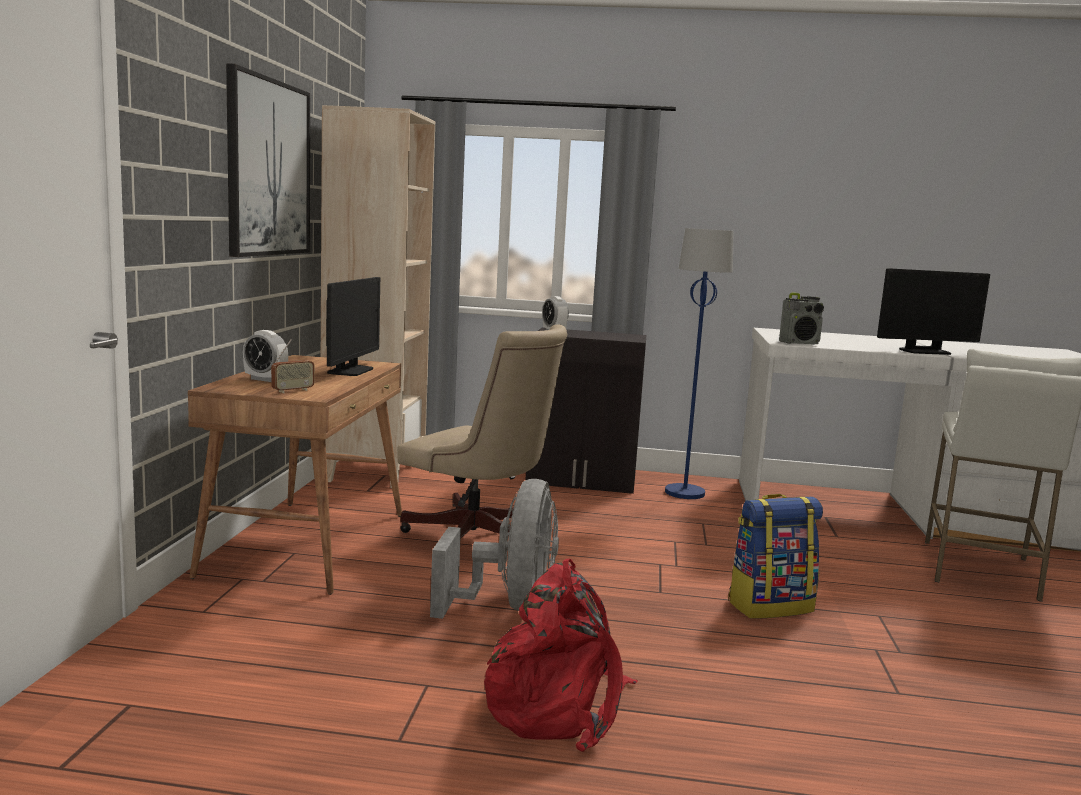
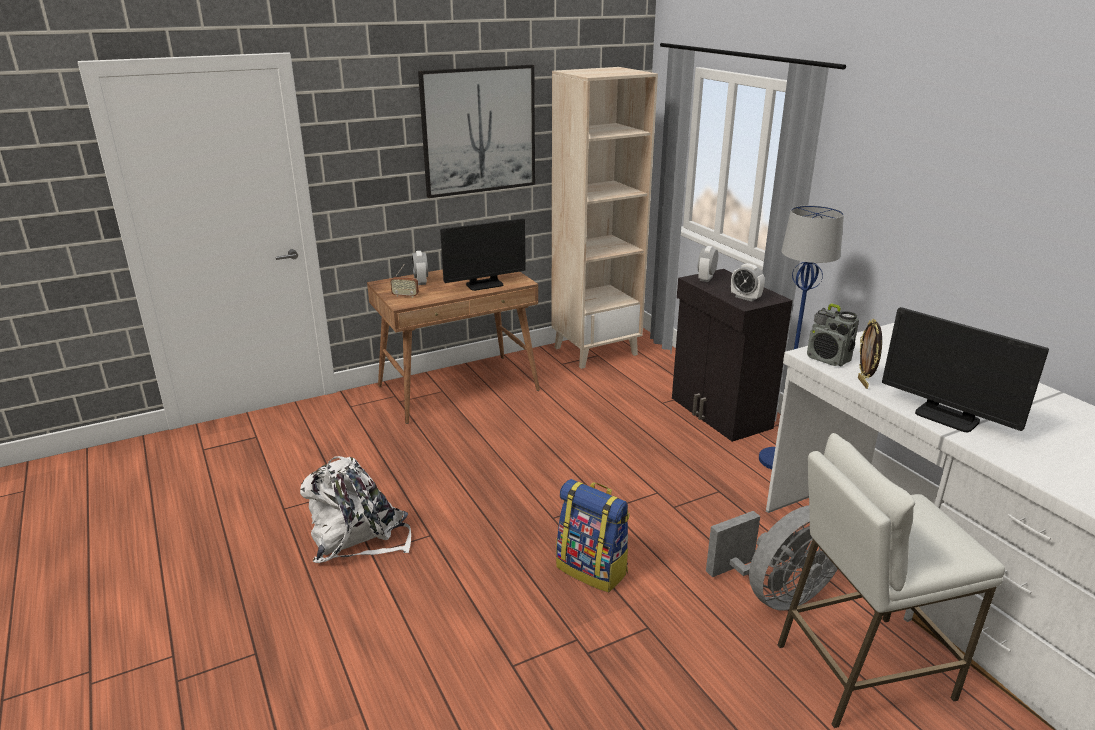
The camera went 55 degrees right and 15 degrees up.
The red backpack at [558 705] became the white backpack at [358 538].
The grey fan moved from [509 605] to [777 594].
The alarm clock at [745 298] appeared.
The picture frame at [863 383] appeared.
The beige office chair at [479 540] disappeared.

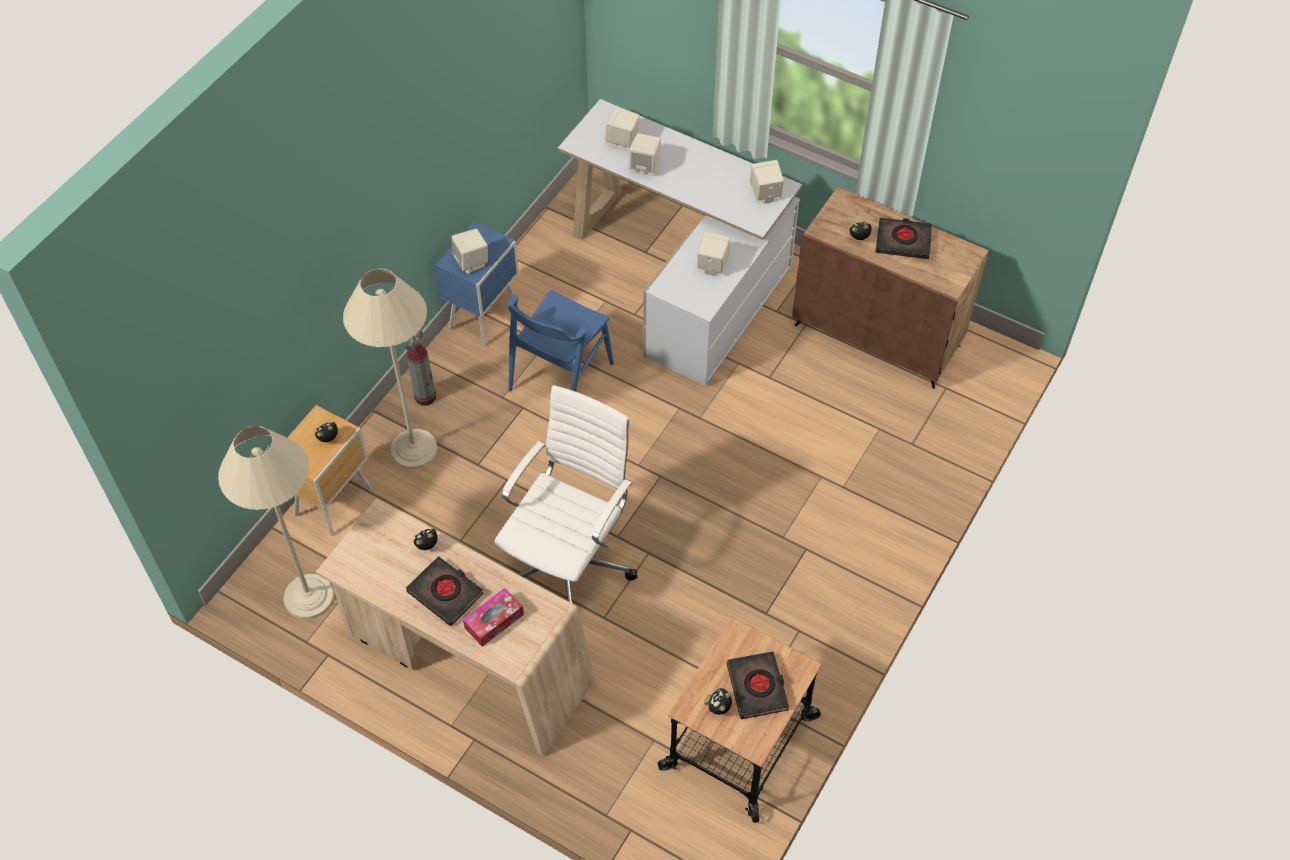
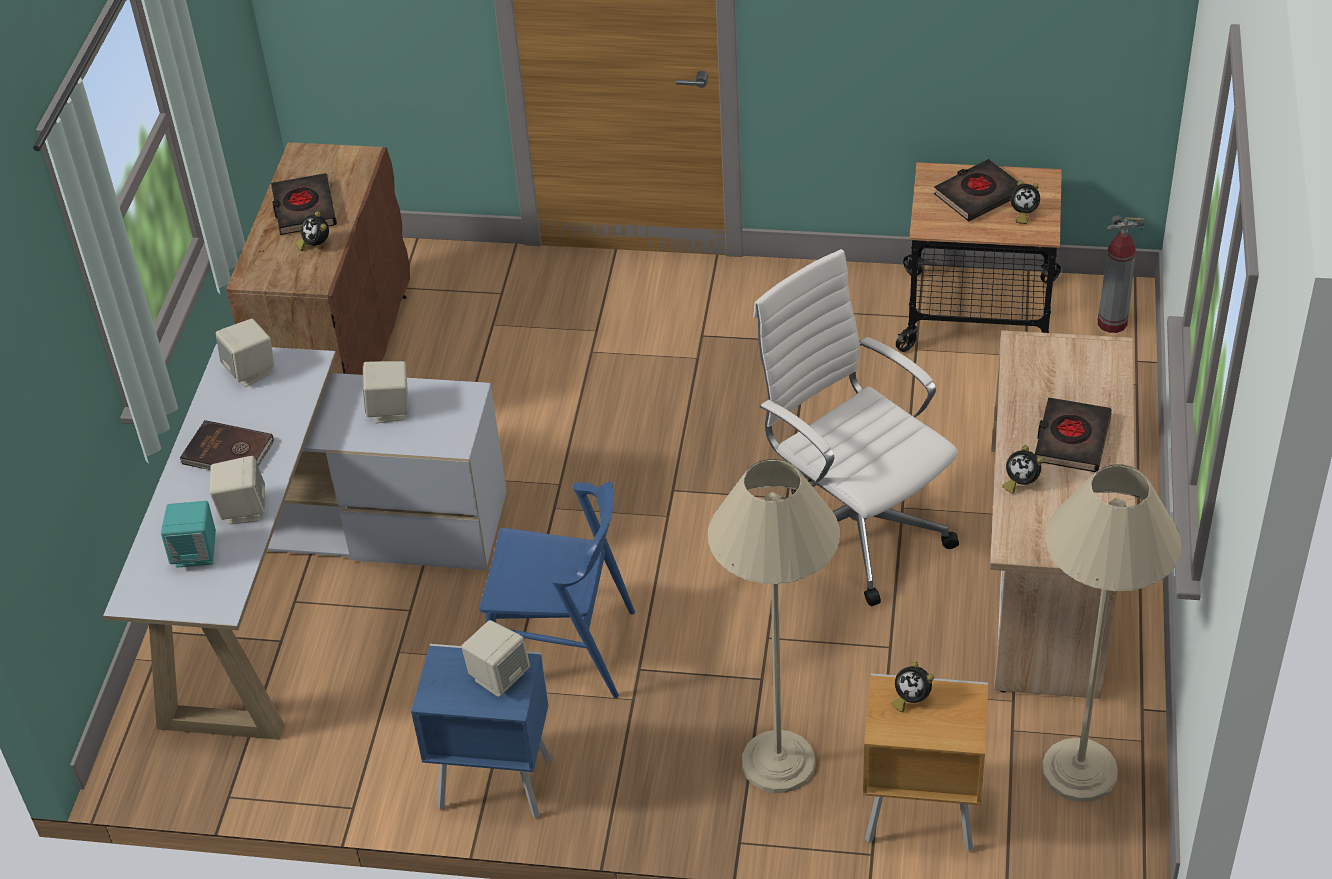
The camera went 110 degrees left and 10 degrees down.
The beige speaker at [622 141] became the turquoise speaker at [196 553].
The brown book at [228 453] appeared.
The white office chair at [569 563] turned 45 degrees clockwise.
The fire extinguisher moved from [425 396] to [1111 323].
The tissue box at [494 621] disappeared.

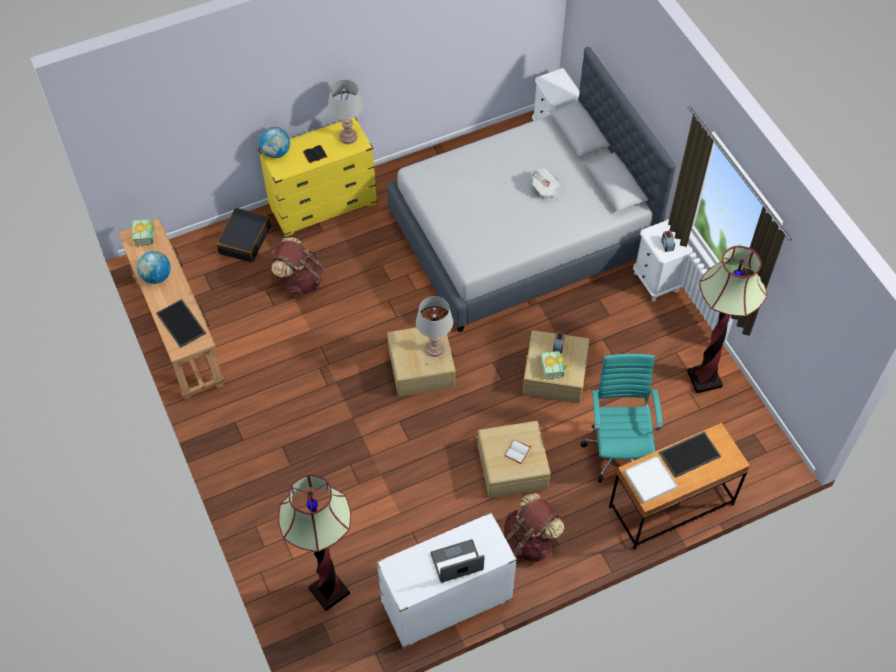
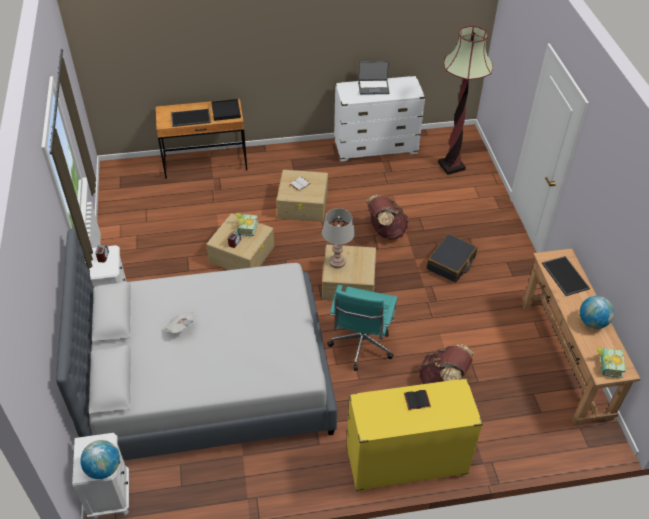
The camera went 165 degrees left and 10 degrees down.
The globe moved from [276 152] to [103 468].
The white tray at [650 480] became the black tray at [226 111].
The turquoise office chair moved from [618 450] to [361 347].
The brown backpack moved from [529 540] to [385 231].
The black suitcase moved from [244 240] to [451 263].
The grey table lamp at [348 137] disappeared.
The floor lamp at [704 379] disappeared.

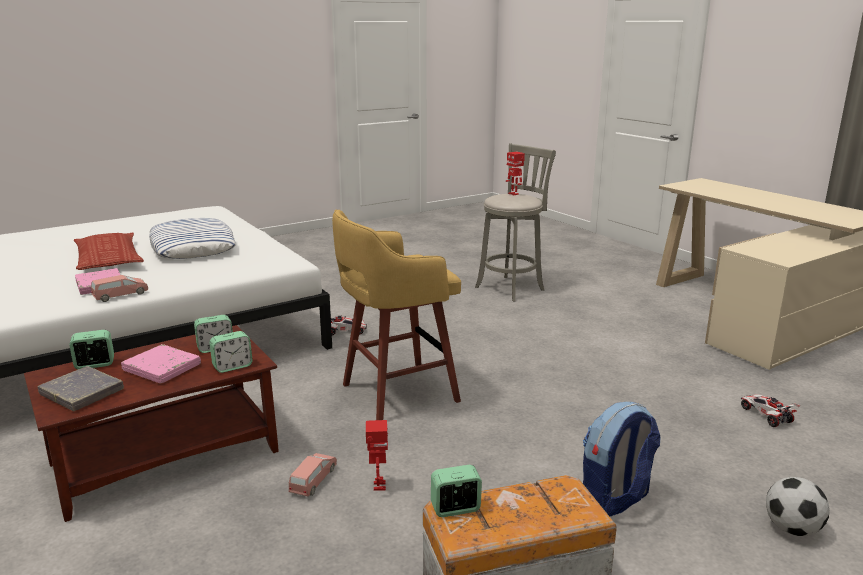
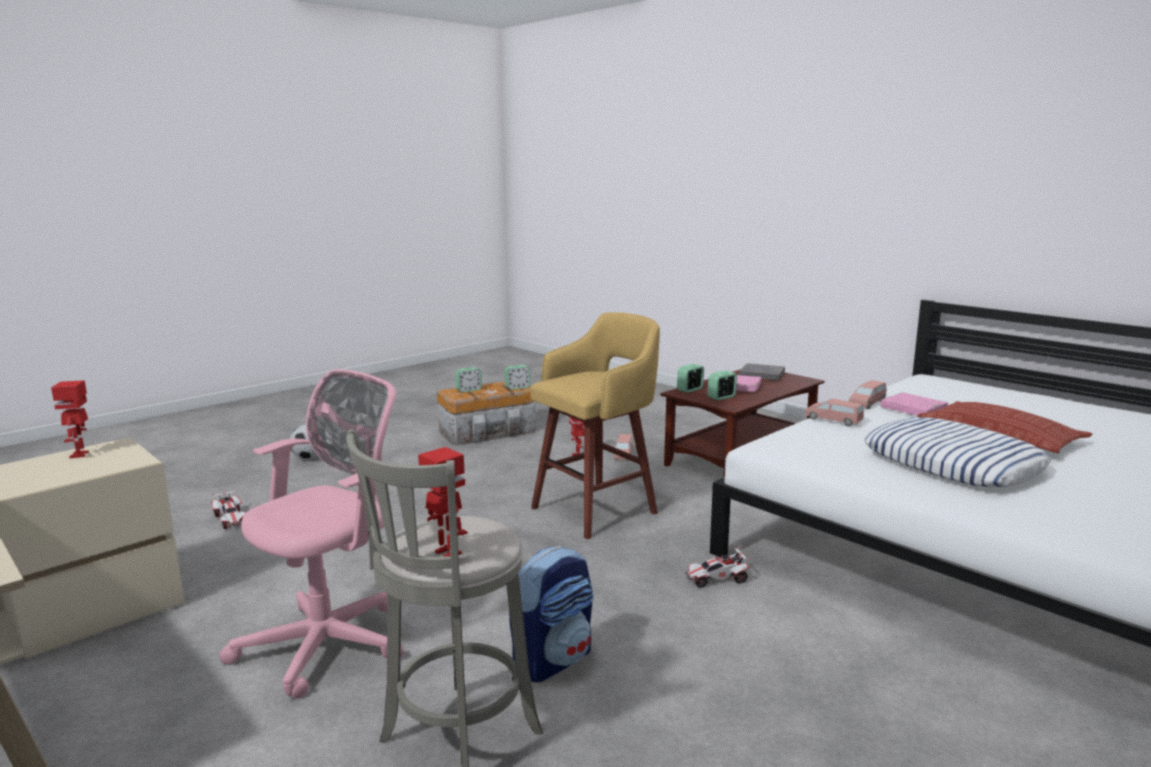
The camera went 170 degrees right and 5 degrees down.
The toy robot at [80 455] appeared.
The pink office chair at [331 642] appeared.
The alarm clock moved from [95 364] to [469 390].
The backpack moved from [614 500] to [552 660].
The pink toy car at [833 420] appeared.

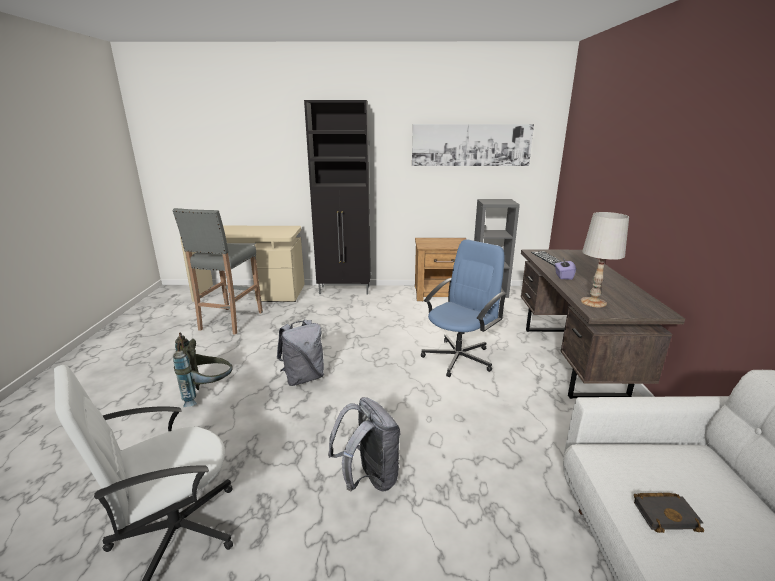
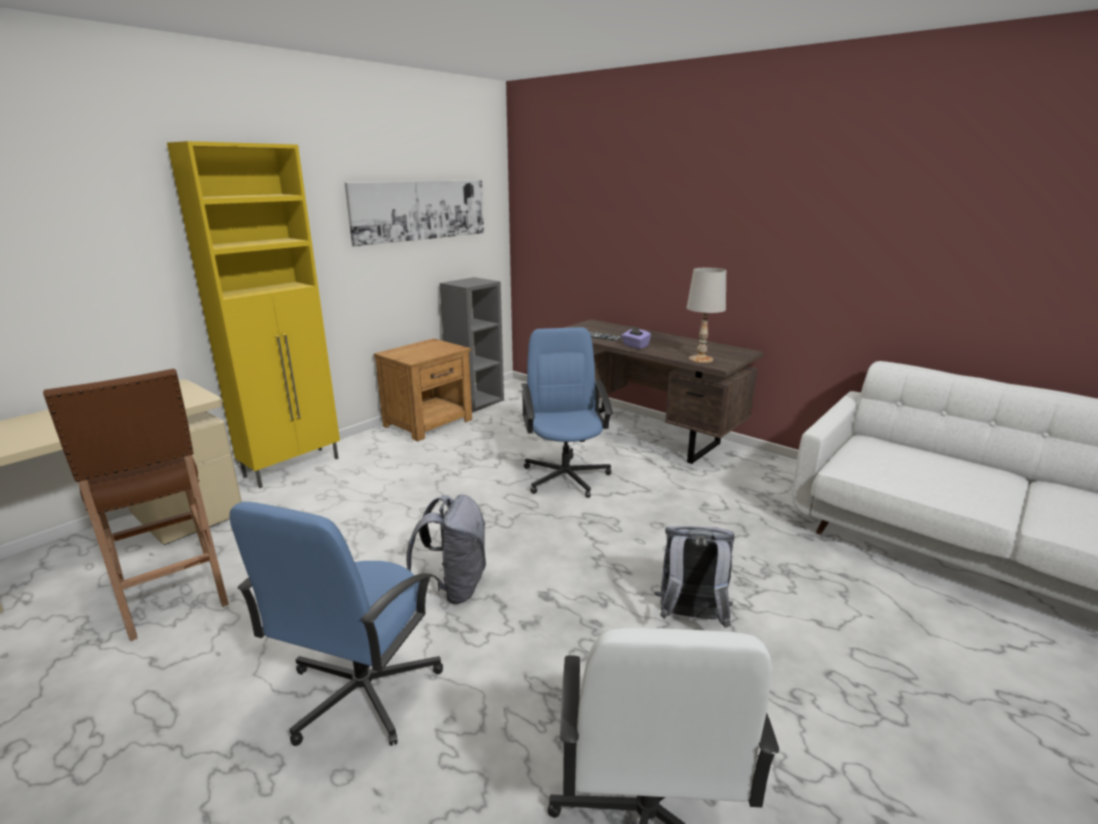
The camera went 50 degrees left and 0 degrees up.
The grey stool at [230 321] became the brown stool at [173 595].
The black cabinet at [345 290] became the yellow cabinet at [294 467].
The grey backpack at [208 393] was replaced by the blue office chair at [361 692].
The black book at [666 514] disappeared.

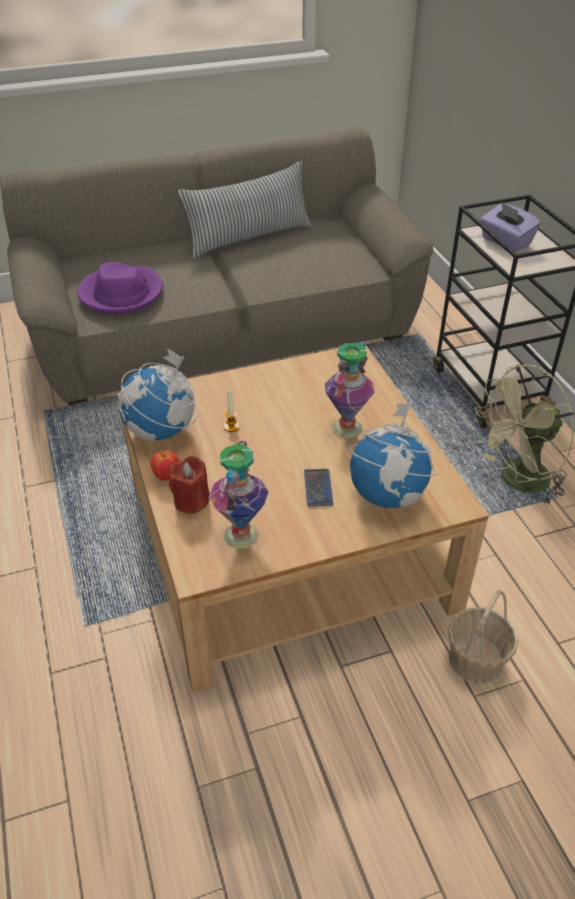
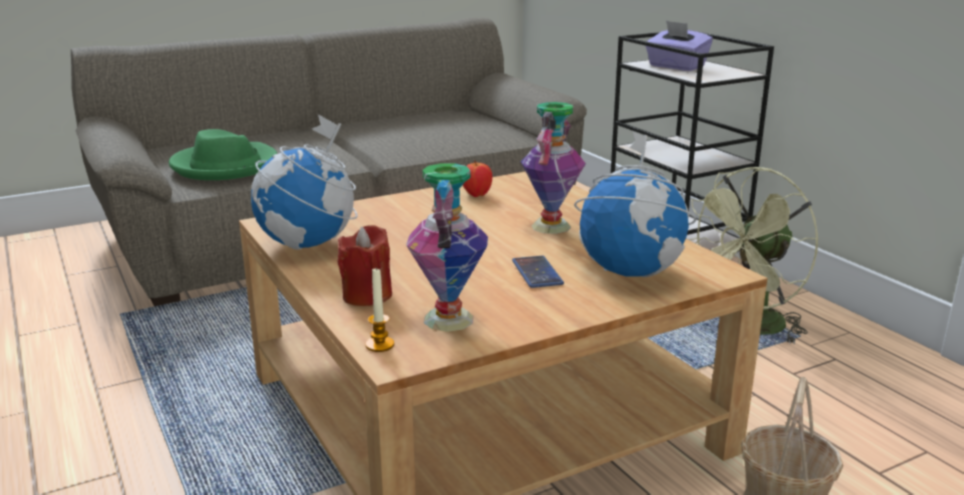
The camera went 10 degrees left and 20 degrees down.
The purple hat at [121 293] became the green hat at [224 166].
The candle moved from [231 426] to [379 345].
The apple moved from [166 476] to [476 195].
The pillow at [249 237] disappeared.

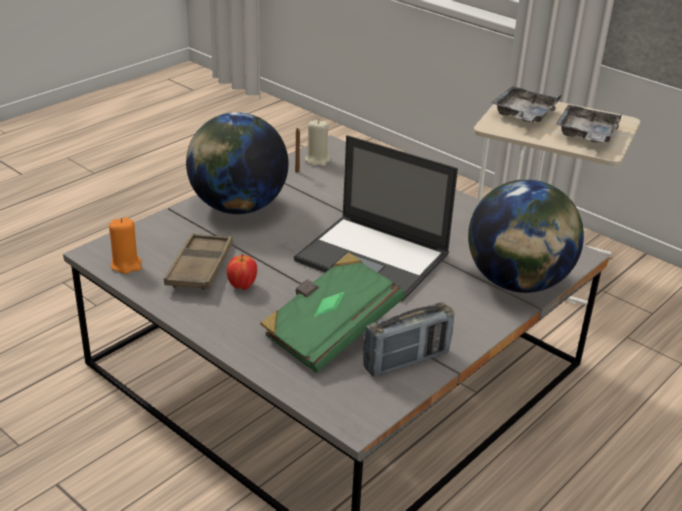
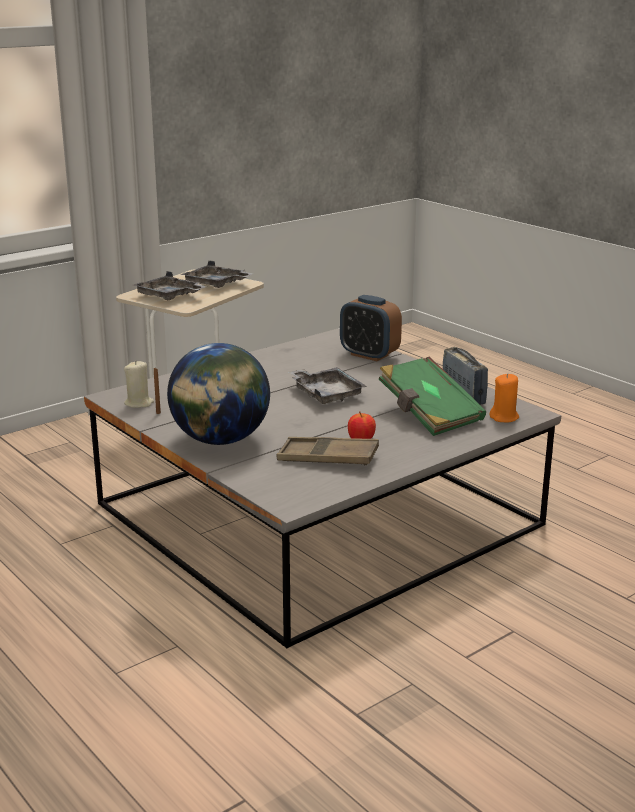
The camera went 80 degrees left and 10 degrees down.
The laptop at [374 258] was replaced by the grey tray at [326 394].
The globe at [517 283] was replaced by the alarm clock at [369 355].
The orange candle moved from [126 265] to [504 417].

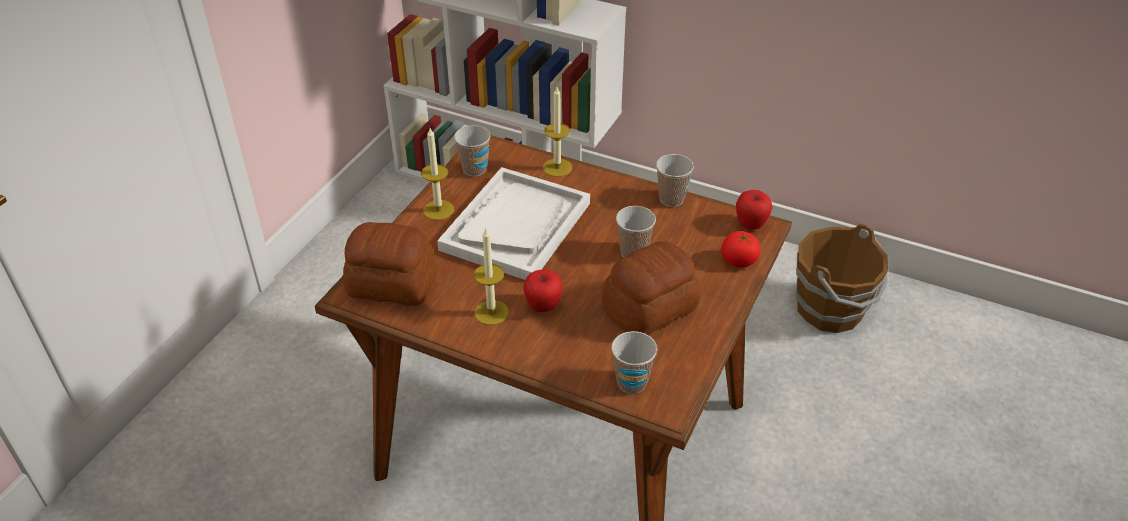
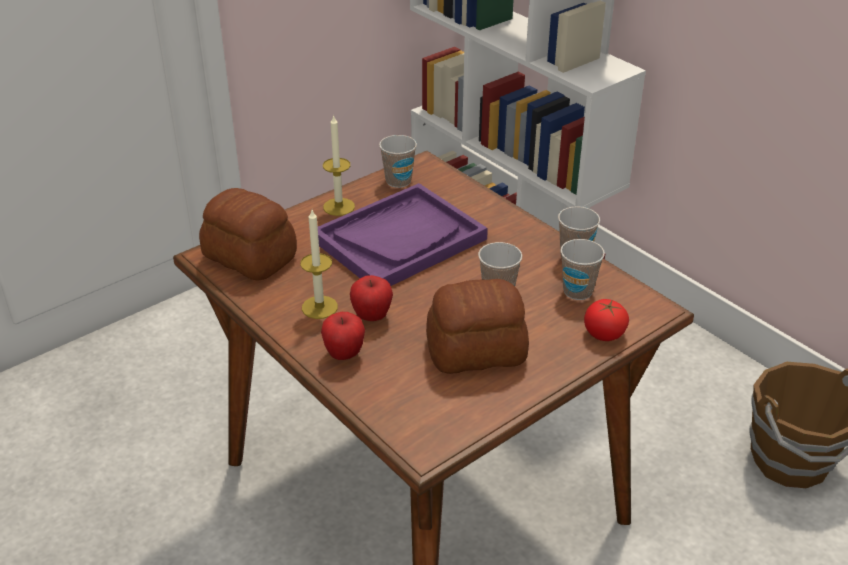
The camera went 25 degrees right and 5 degrees down.
The white tray at [516 226] became the purple tray at [400 239].
The apple moved from [751 225] to [344 354].
The cup moved from [632 382] to [577 291].
The candle at [557 167] disappeared.

